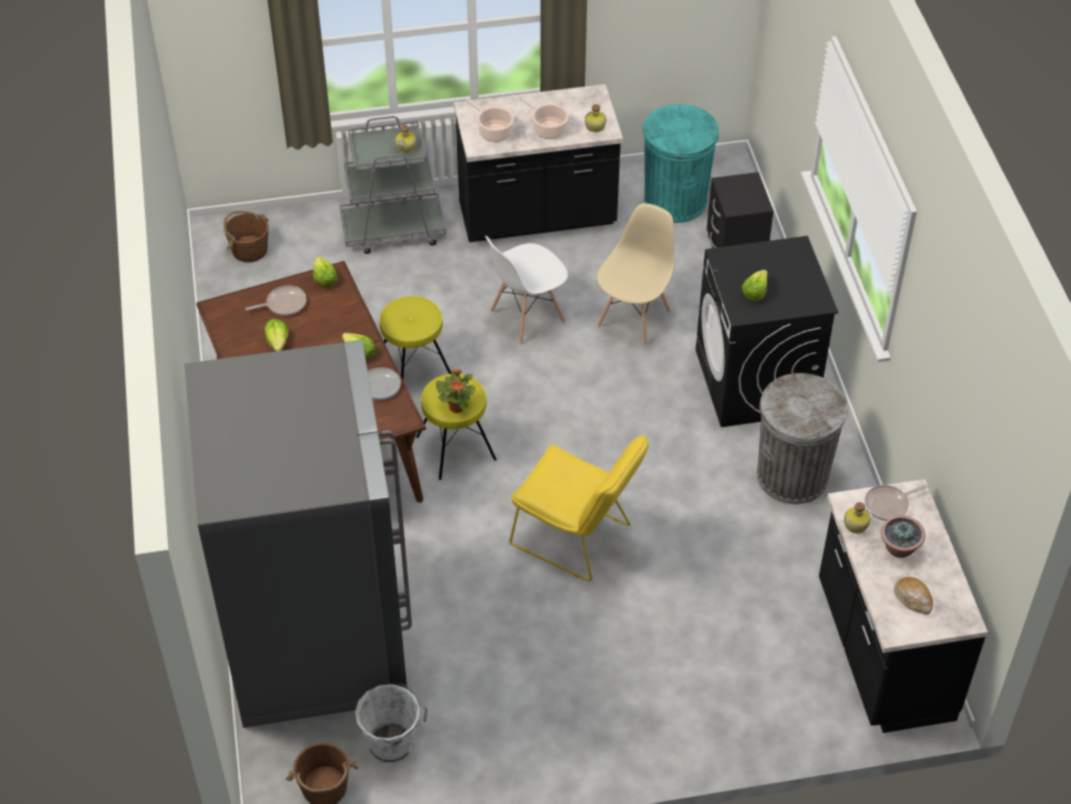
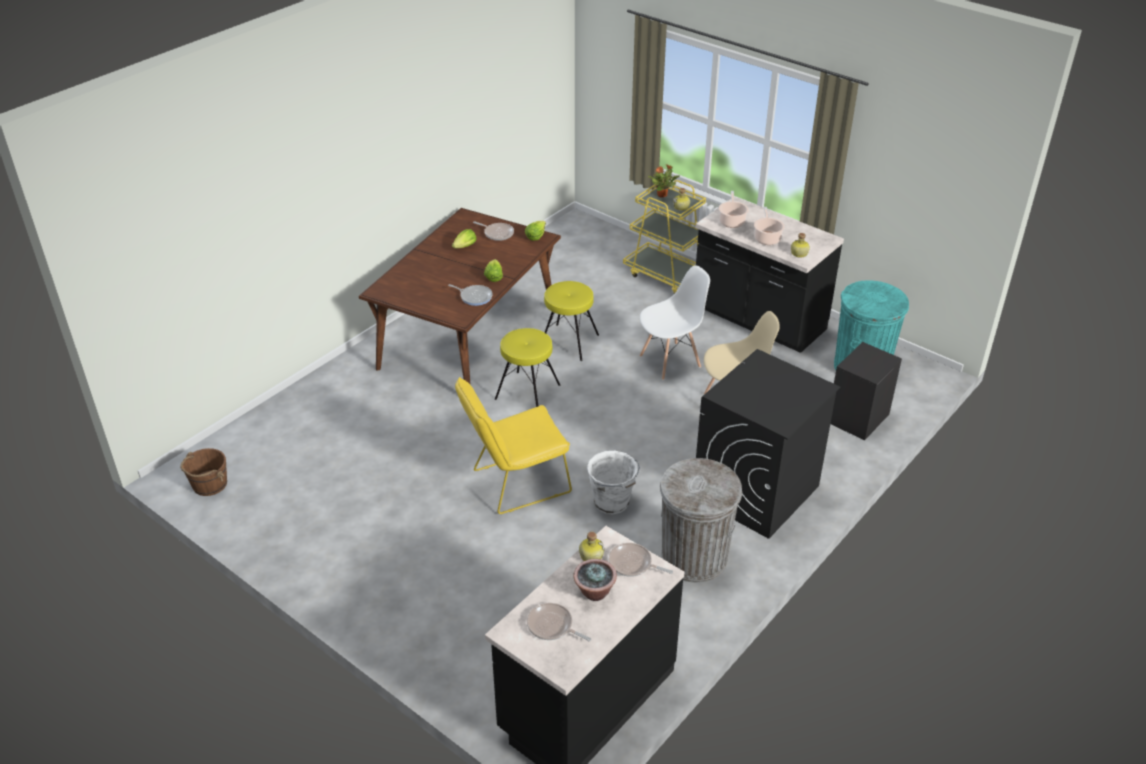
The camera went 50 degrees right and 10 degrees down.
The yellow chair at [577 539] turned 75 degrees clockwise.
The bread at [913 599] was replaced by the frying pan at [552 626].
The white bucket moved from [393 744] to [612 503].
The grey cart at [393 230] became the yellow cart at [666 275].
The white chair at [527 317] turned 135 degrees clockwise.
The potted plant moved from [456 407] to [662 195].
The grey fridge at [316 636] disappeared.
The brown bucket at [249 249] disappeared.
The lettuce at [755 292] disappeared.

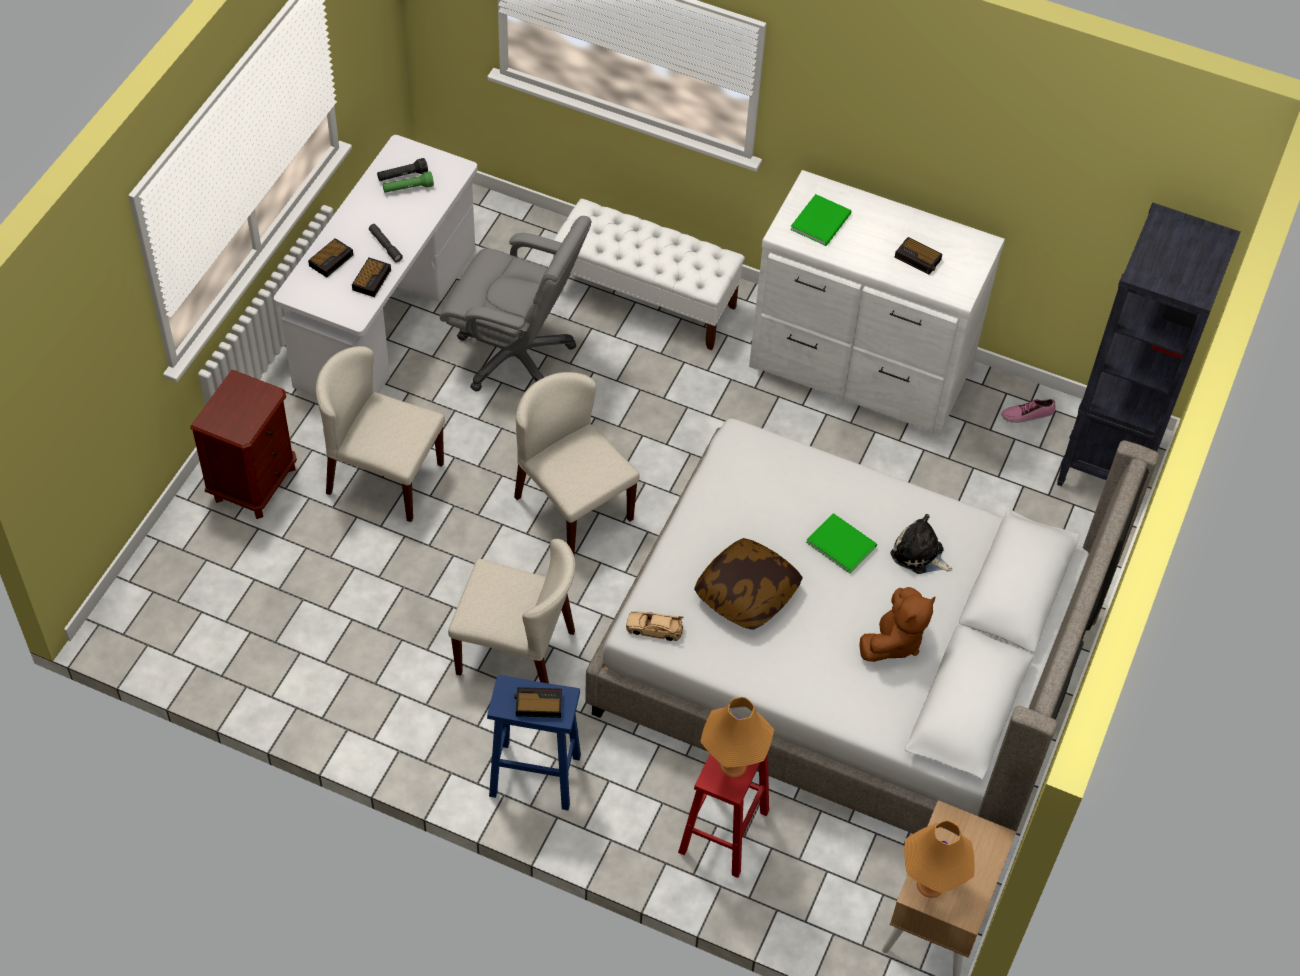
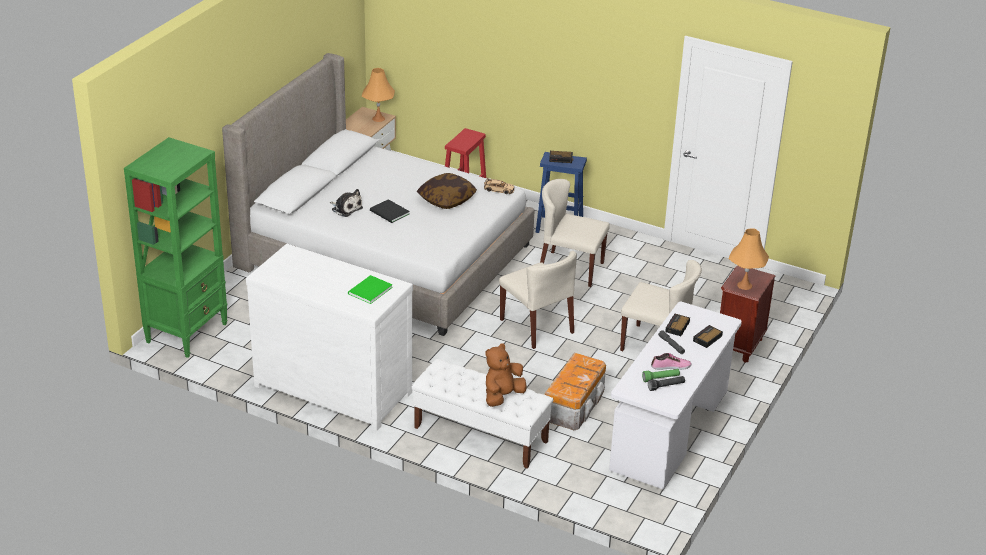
The camera went 175 degrees left and 20 degrees down.
The black bookcase at [1108 462] became the green bookcase at [187 332].
The green book at [840 542] became the black book at [389 213].
The brown plush toy moved from [894 641] to [502 396].
The grey office chair at [516 356] was replaced by the storage box at [575 405].
The shoe moved from [1027 414] to [671 366].
The orange table lamp moved from [733 765] to [744 285].
The alarm clock at [918 259] disappeared.

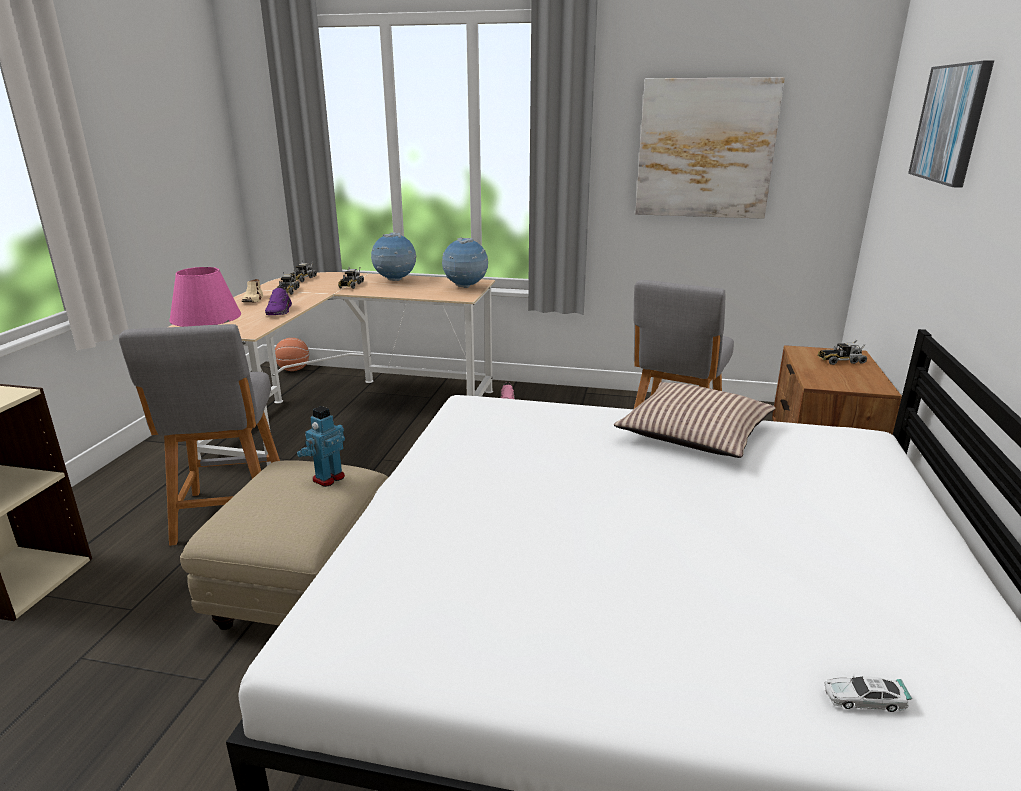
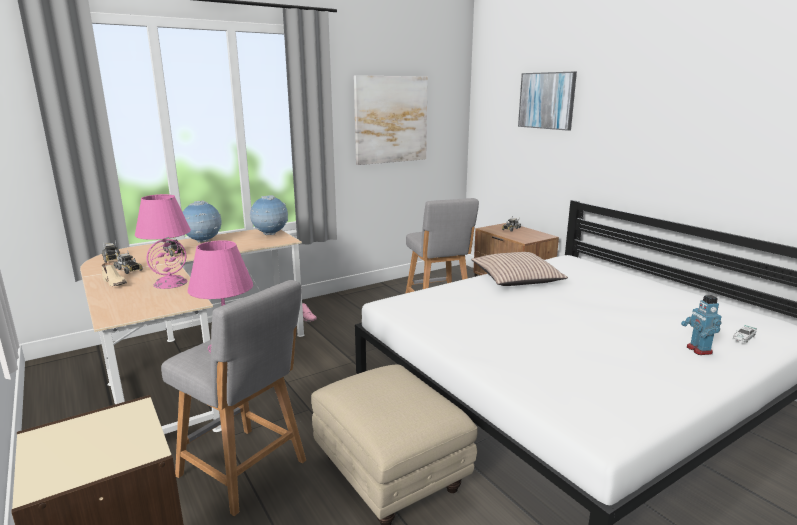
The camera went 45 degrees left and 5 degrees down.
The purple shoe at [280 311] was replaced by the pink table lamp at [170 283].
The toy robot moved from [328 478] to [698 350].
The basketball at [294 369] disappeared.

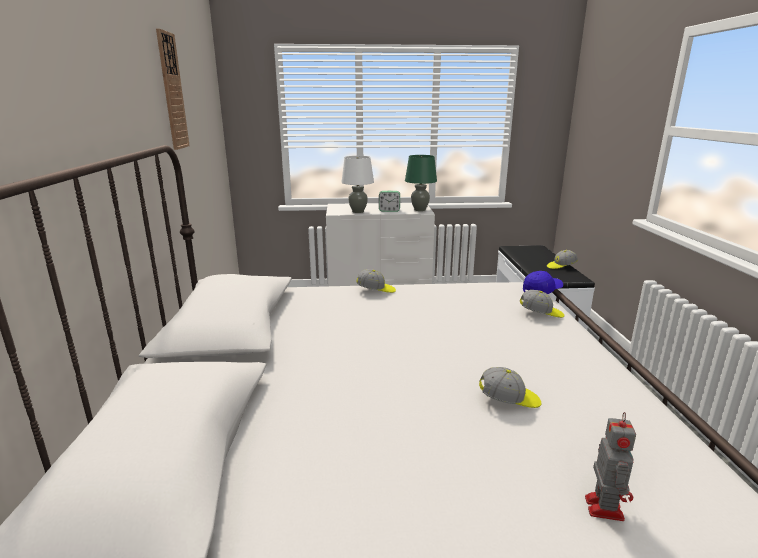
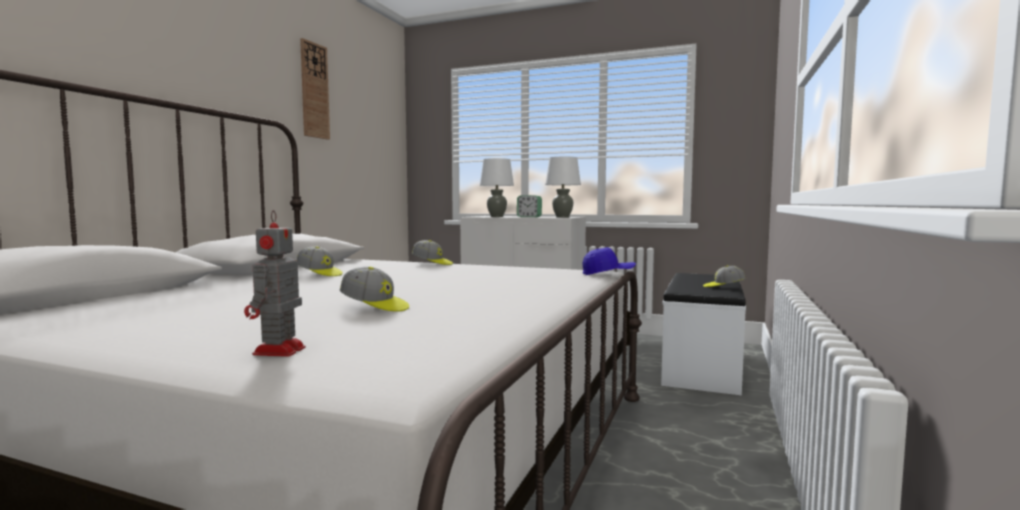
The camera went 25 degrees right and 15 degrees down.
The toy robot at [603 506] turned 150 degrees clockwise.
The cap moved from [541 313] to [320 274].
The green table lamp at [420 210] became the white table lamp at [562 217].

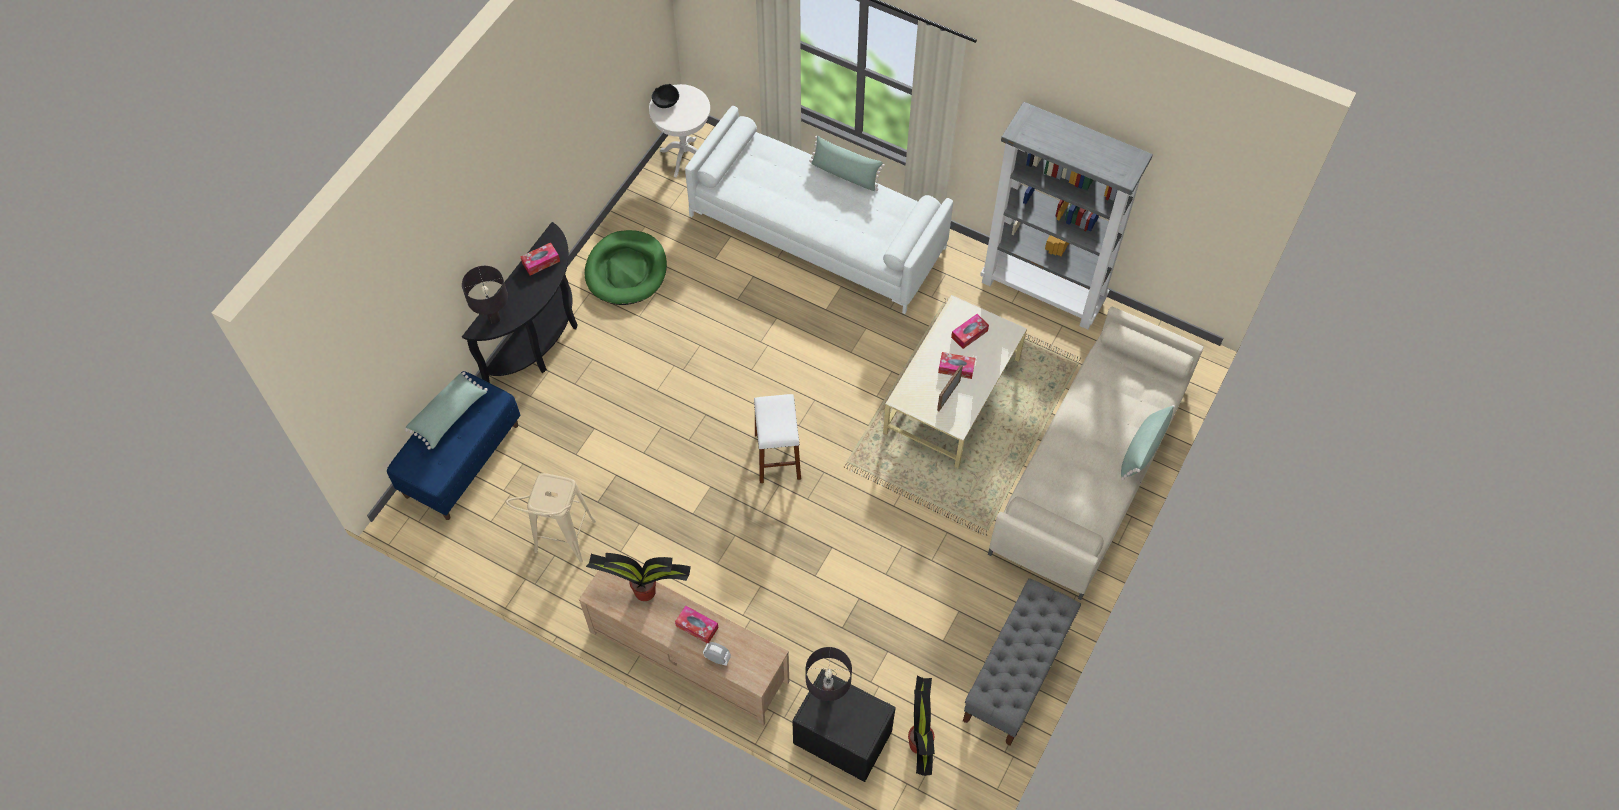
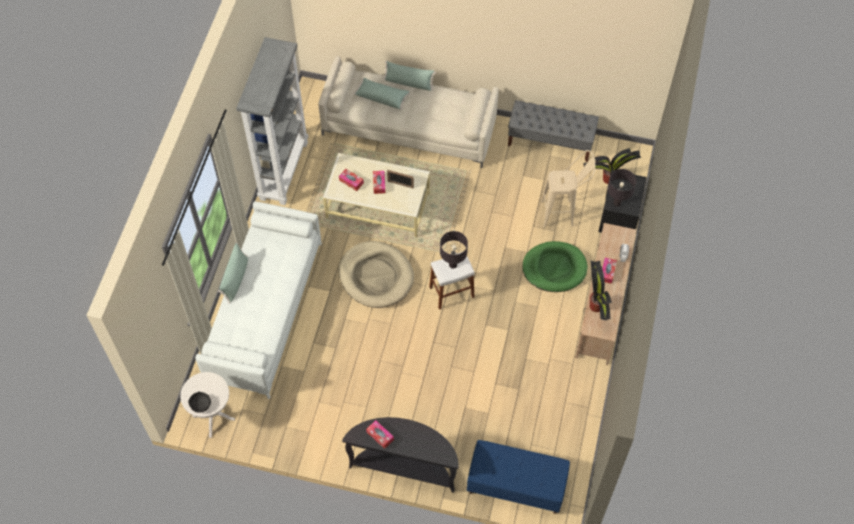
The camera went 105 degrees left and 0 degrees up.
The beige dog bed at [376 276] appeared.
The green pillow moved from [449 415] to [382 97].
The black table lamp moved from [494 318] to [453 265].
The green dog bed moved from [626 270] to [554 268].
The beige stool moved from [562 546] to [563 213].

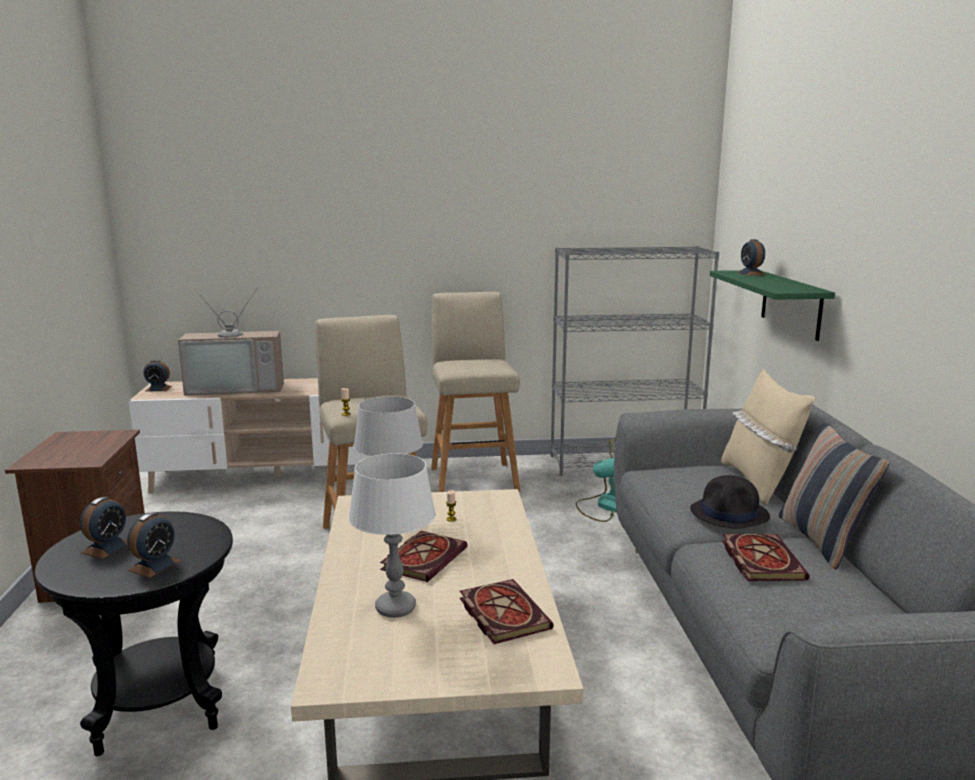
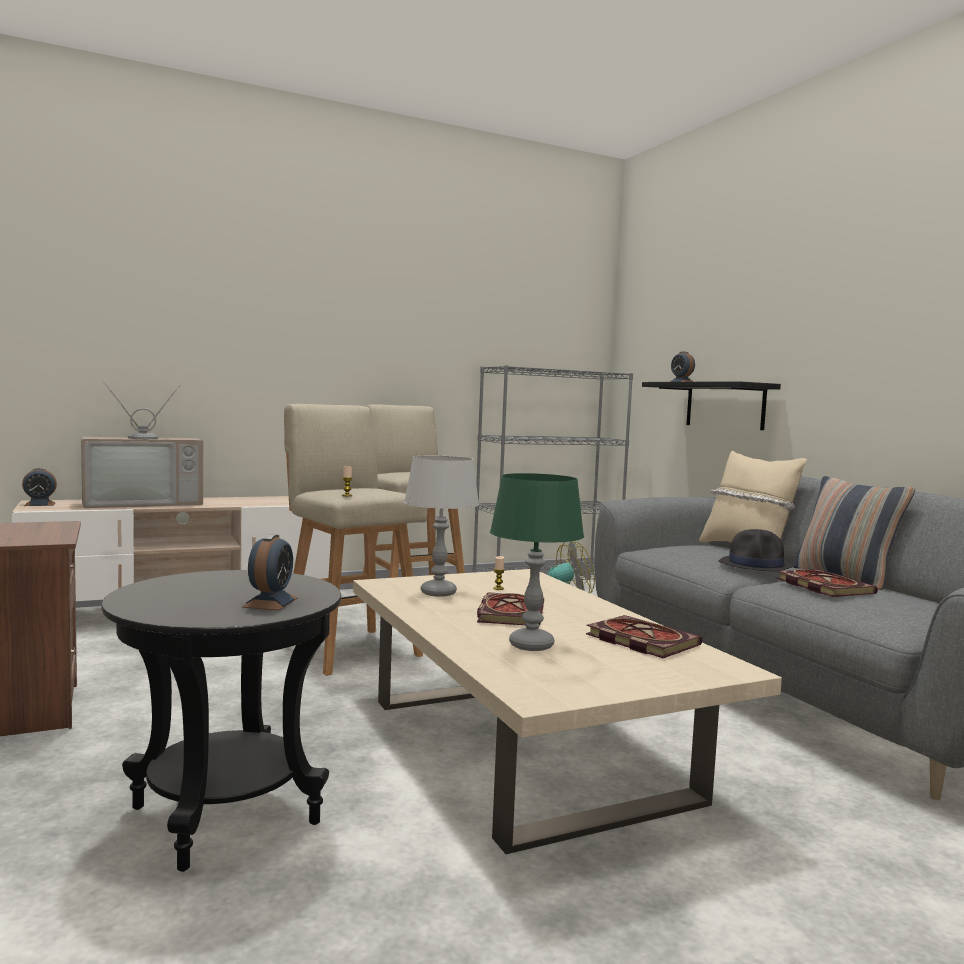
The camera went 20 degrees left and 10 degrees down.
The white table lamp at [395 608] became the green table lamp at [531 645].
The green shelf at [791 304] became the black shelf at [725 405].
The alarm clock at [107 547] disappeared.

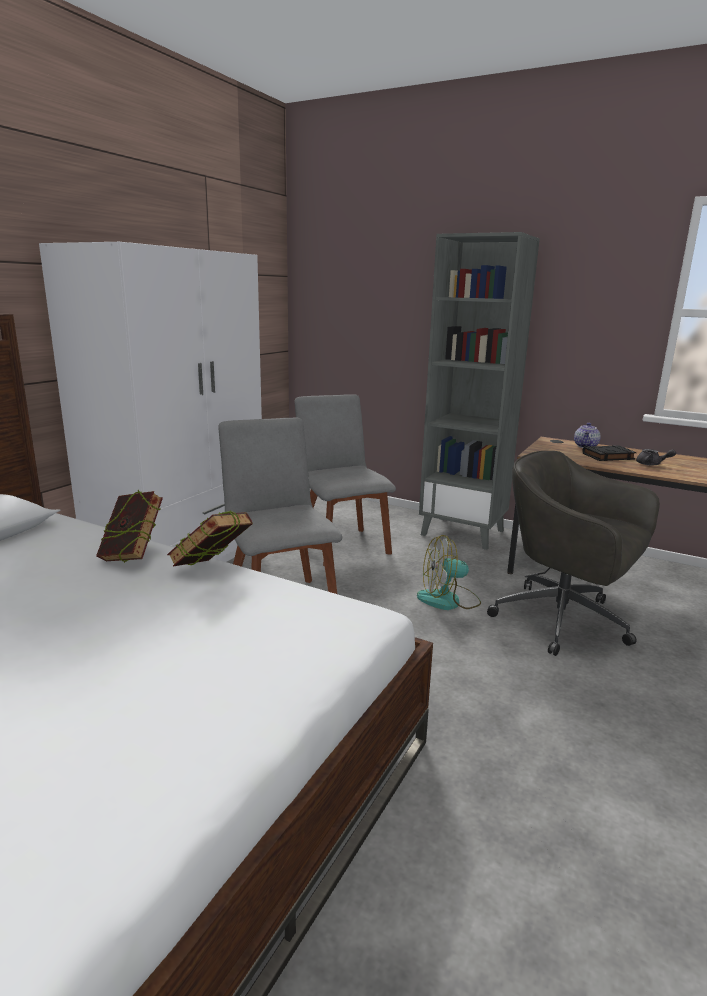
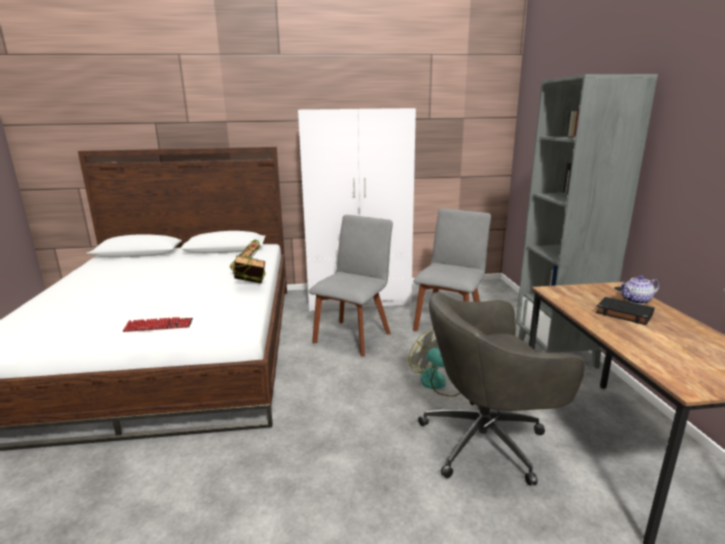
The camera went 55 degrees right and 0 degrees up.
The keyboard at [158 326] appeared.
The grey office chair at [564 621] turned 105 degrees counterclockwise.
The grey teapot at [652 464] disappeared.

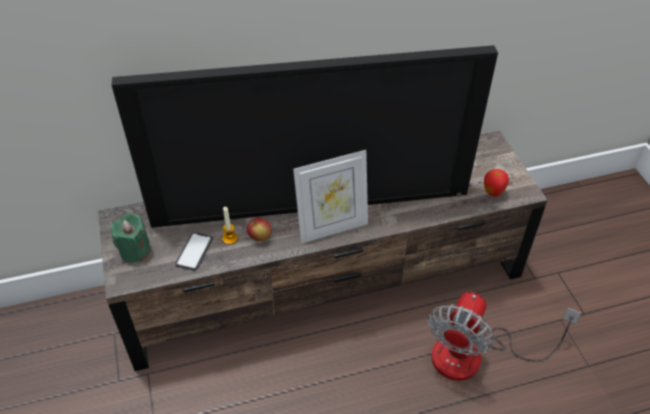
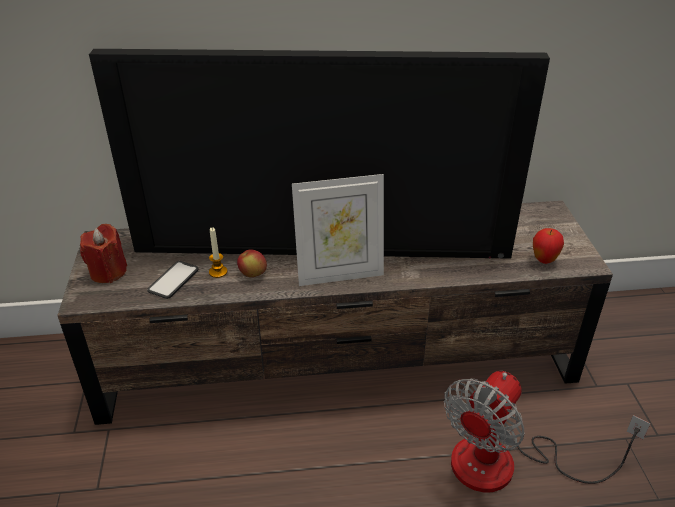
The camera went 10 degrees right and 10 degrees down.
The green candle at [135 250] became the red candle at [108 272].

